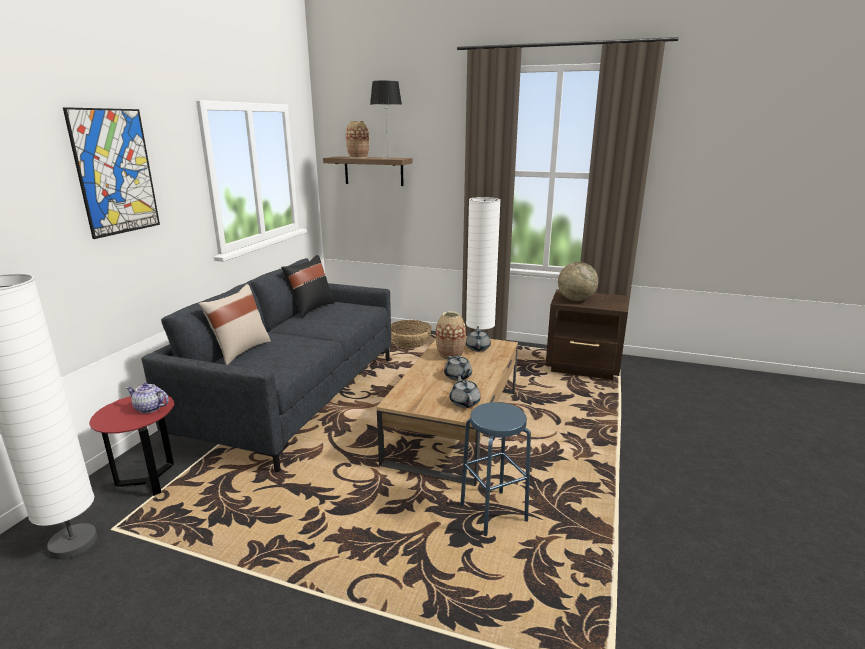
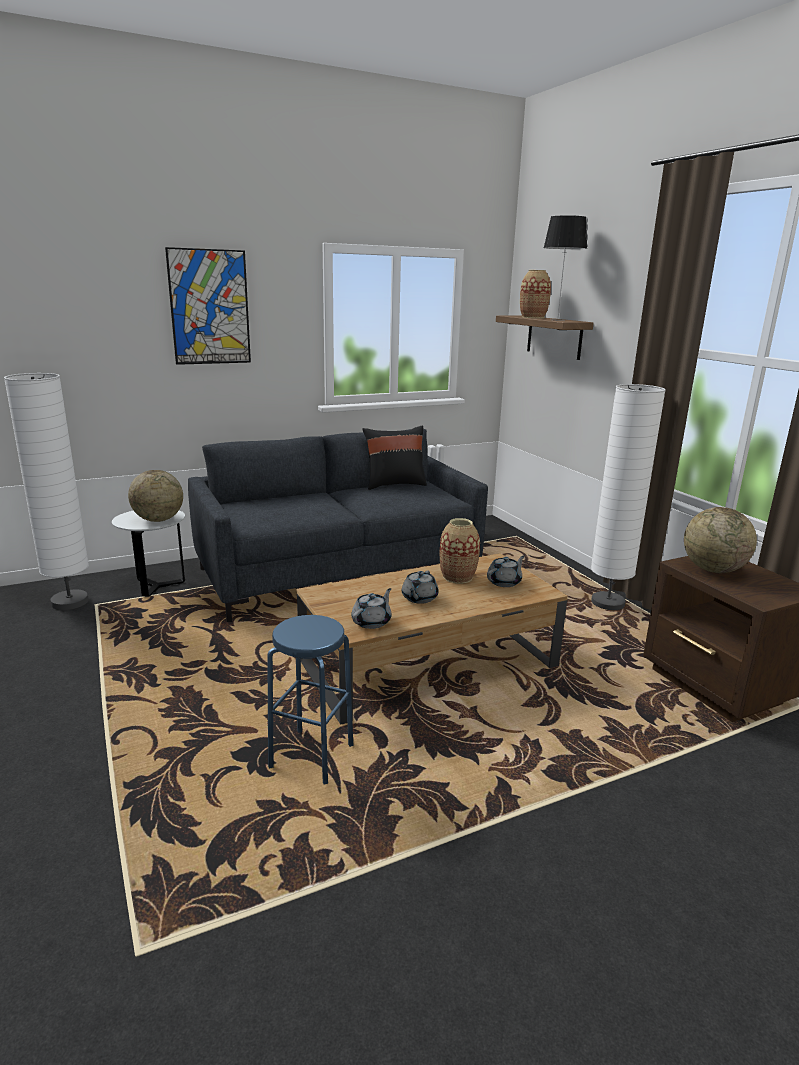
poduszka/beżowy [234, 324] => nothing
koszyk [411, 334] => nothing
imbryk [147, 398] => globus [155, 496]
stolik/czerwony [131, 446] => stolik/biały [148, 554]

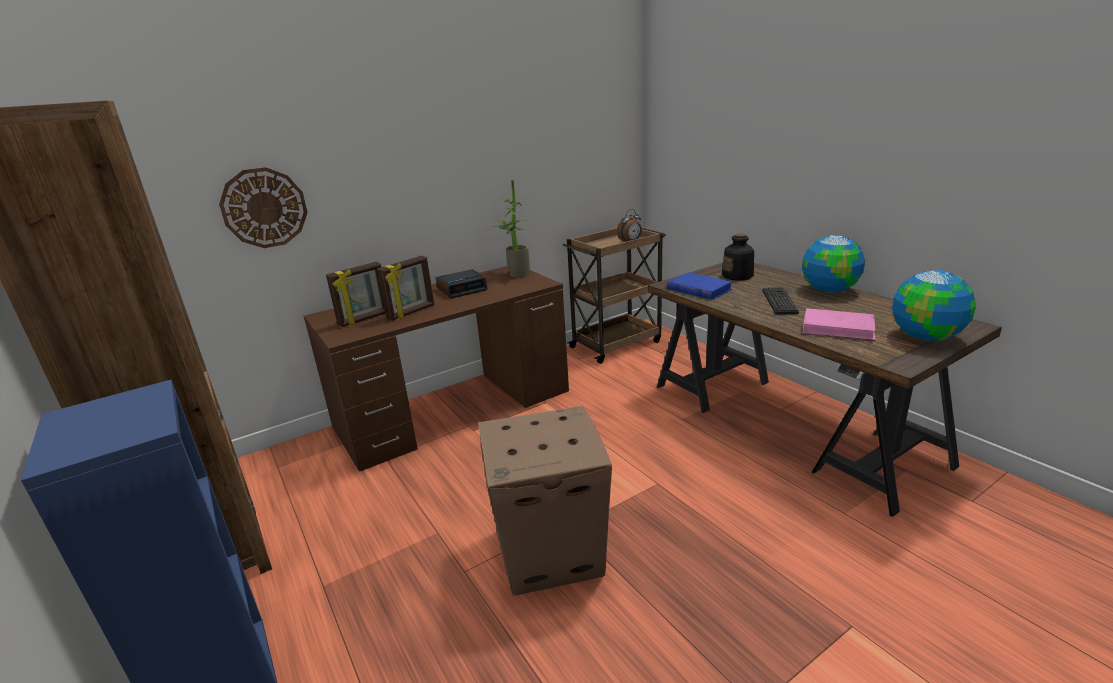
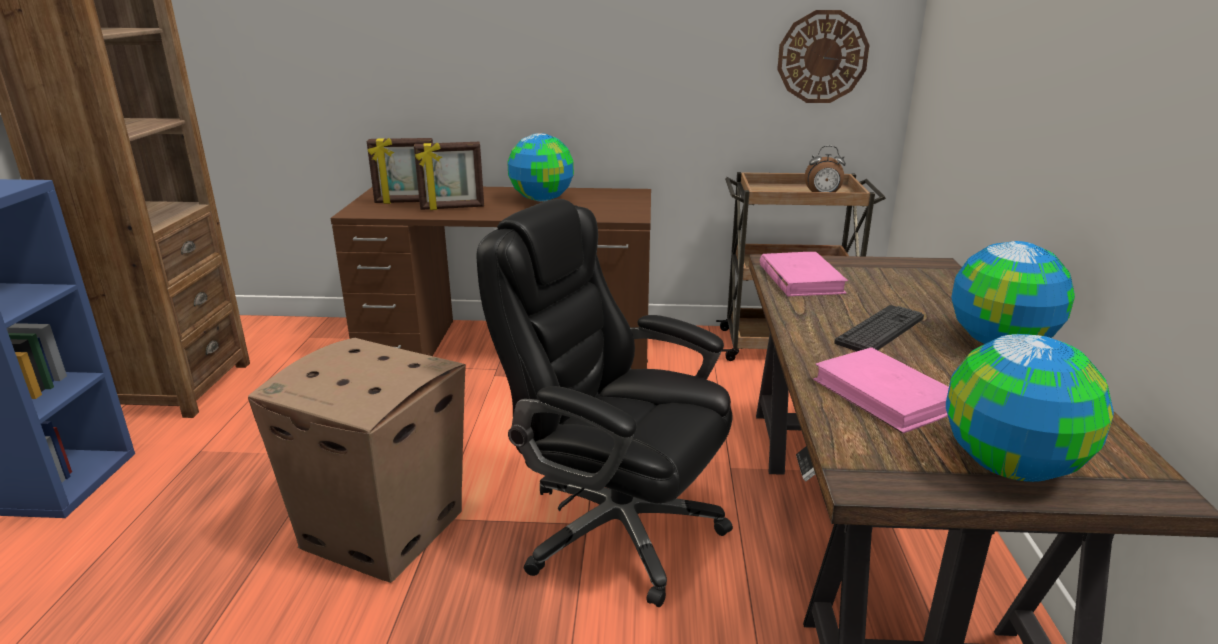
roślina doniczkowa [511, 228] => nothing
butelka [738, 257] => nothing
nothing => krzesło biurowe/czarny [605, 403]
zegar ścienny [263, 207] => zegar ścienny [823, 56], move
budzik [462, 283] => globus [540, 167]
książka/niebieski [699, 286] => książka/różowy [804, 274]

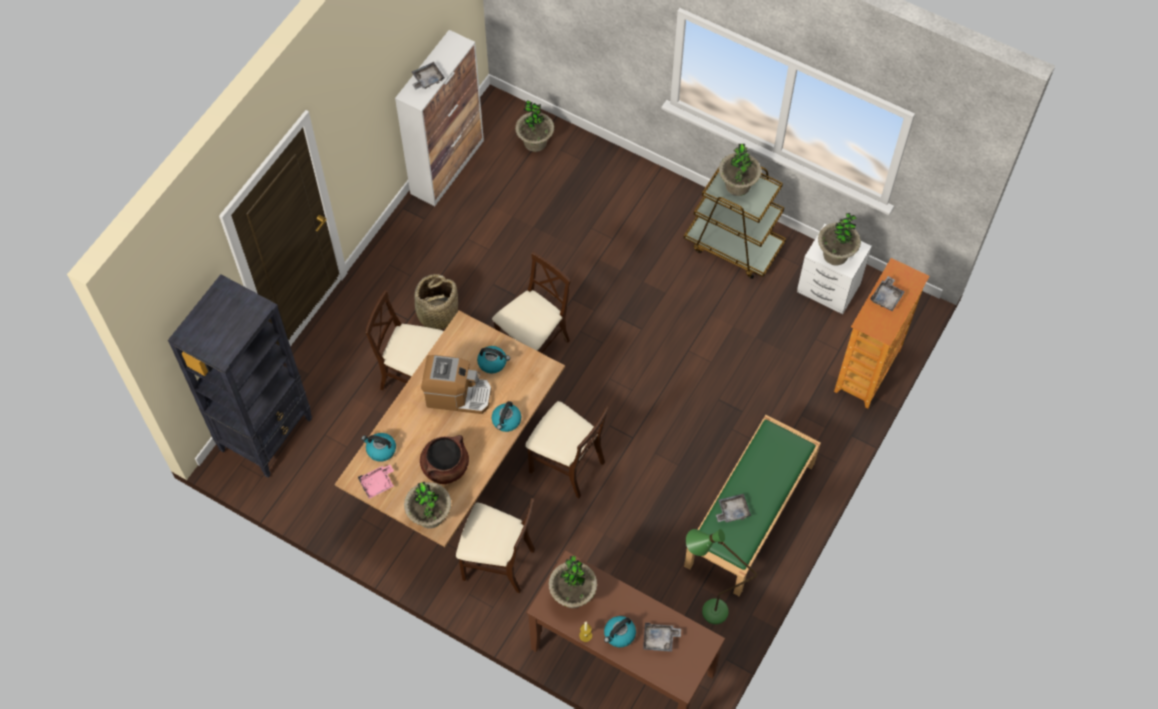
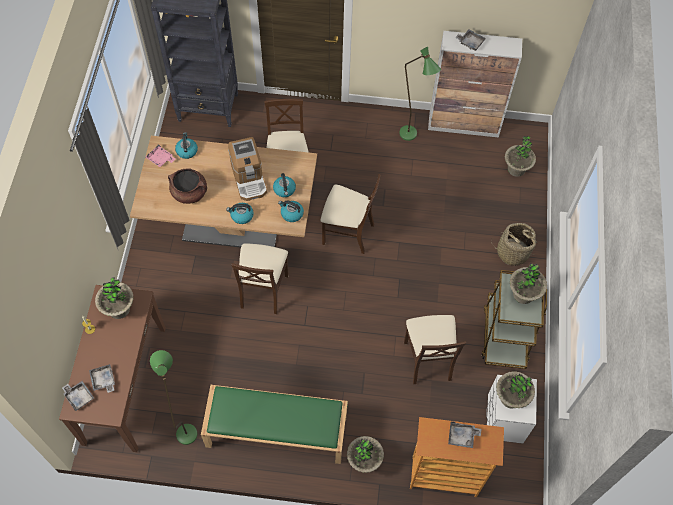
nothing => lampa stojąca/zielony [420, 94]
roślina doniczkowa [428, 505] => roślina doniczkowa [365, 454], move
koszyk [436, 302] => koszyk [514, 244], move
krzesło/beżowy [495, 545] => krzesło/beżowy [435, 349], move
czajnik [620, 631] => czajnik [291, 211], move
taca/szary [733, 508] => taca/szary [78, 396], move

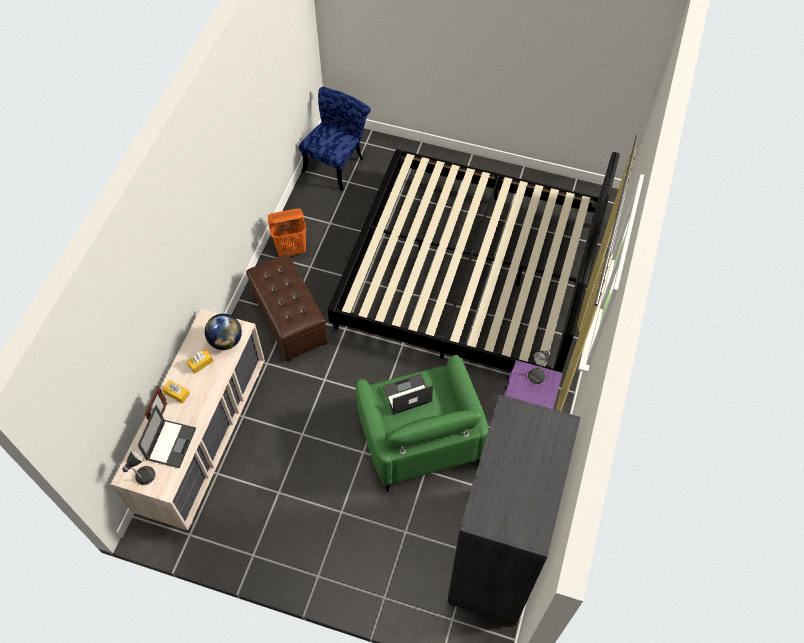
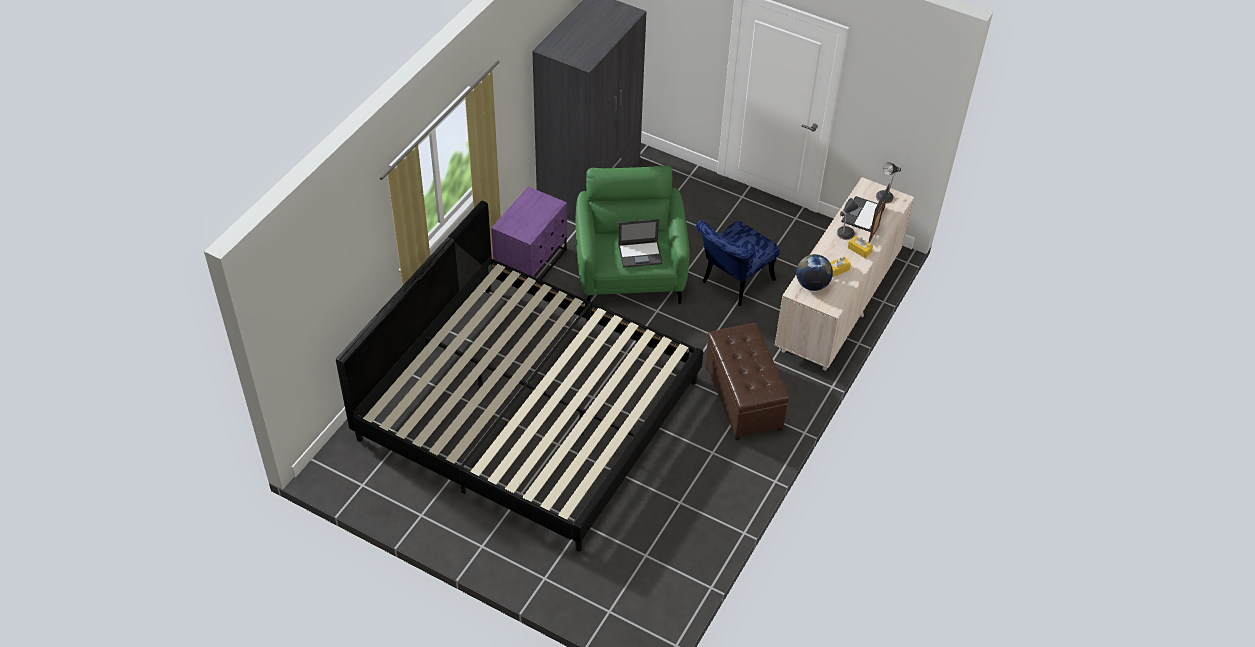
kosz na pranie/pomarańczowy [287, 232] => nothing
krzesło/niebieski [334, 139] => krzesło/niebieski [738, 263], move
lampa stołowa [539, 367] => lampa stołowa [848, 219], move

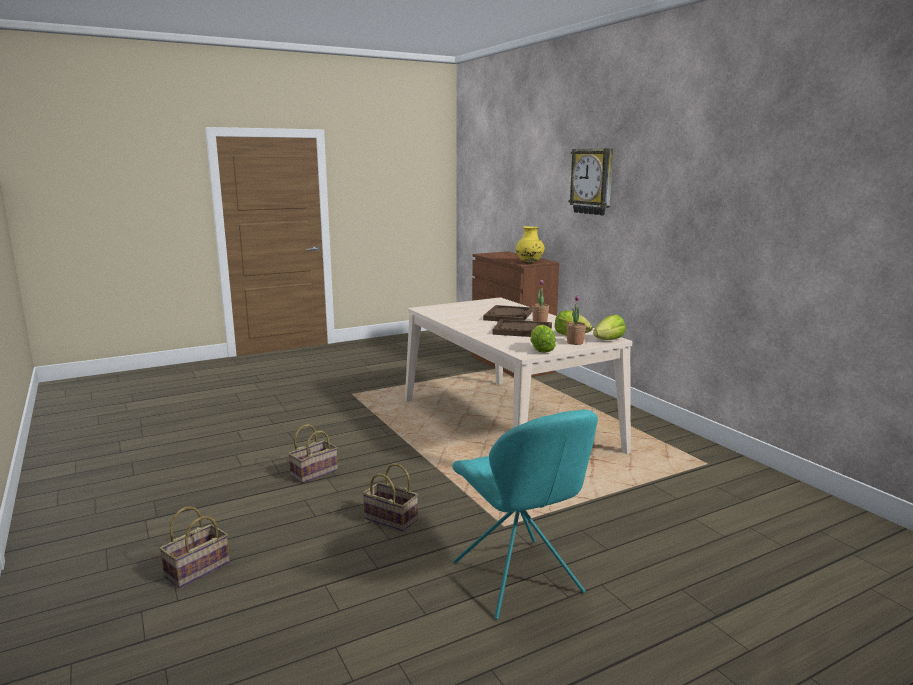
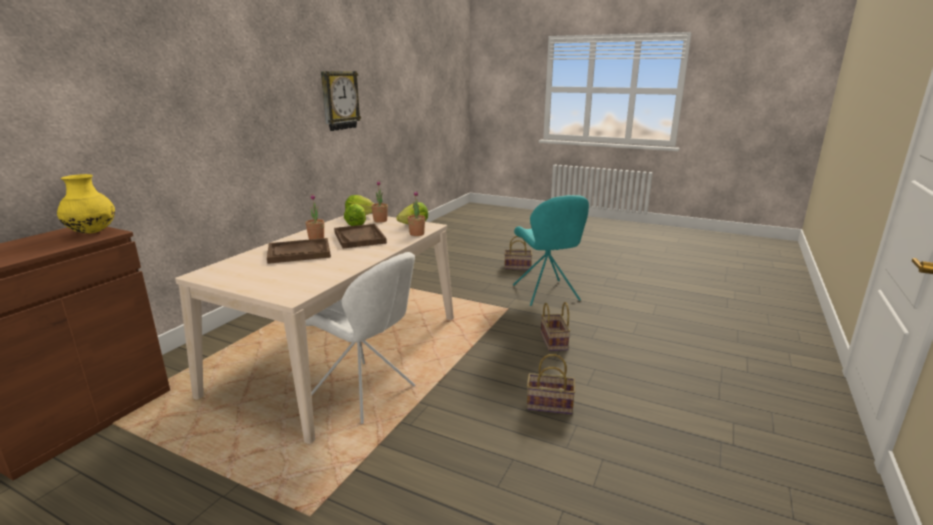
nothing => krzesło/biały [360, 338]
nothing => roślina doniczkowa [416, 213]
koszyk [194, 547] => koszyk [518, 253], move
zegar ścienny [591, 181] => zegar ścienny [341, 101], move
krzesło/turkusowy [525, 514] => krzesło/turkusowy [551, 250], 135 degrees clockwise

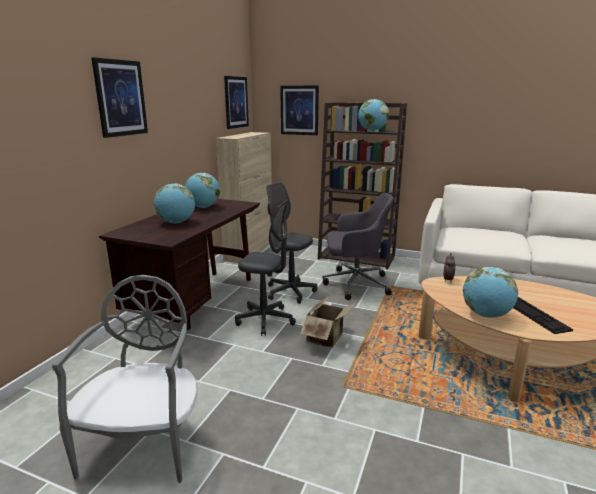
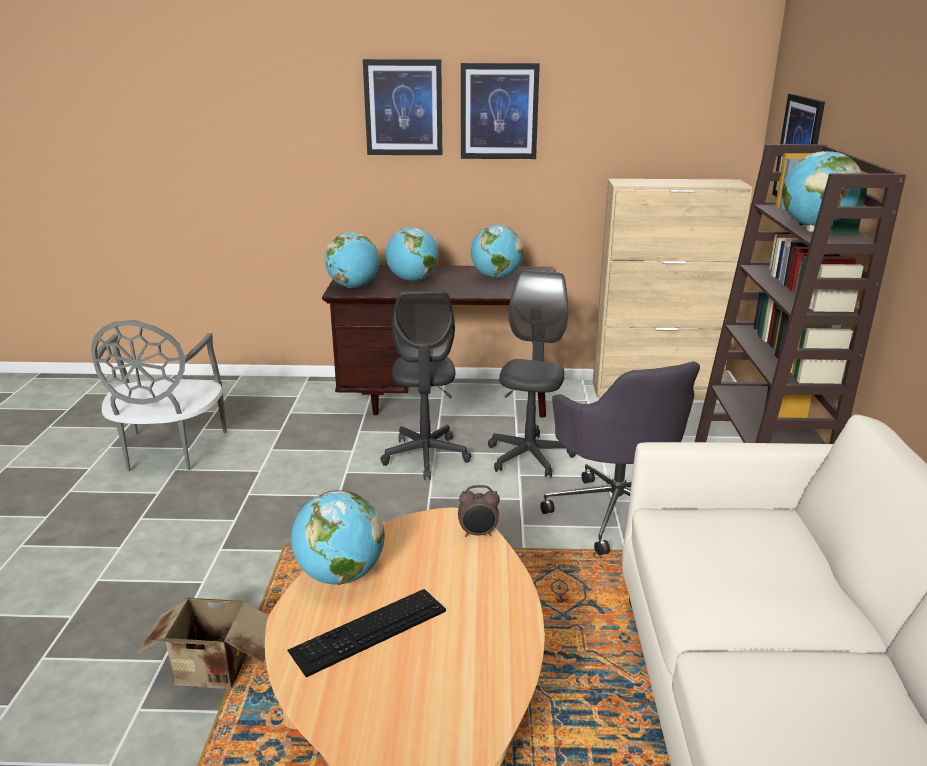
nothing => globus [352, 260]
obraz [236, 102] => obraz [500, 111], move
karton [328, 322] => karton [202, 643], move
krzesło/szary [125, 379] => krzesło/szary [159, 396], 105 degrees clockwise

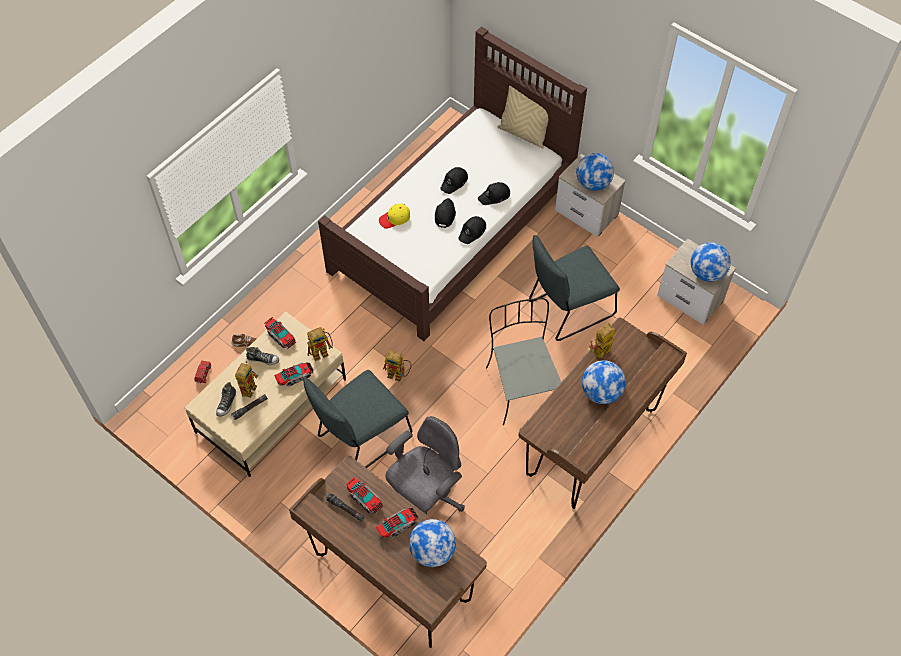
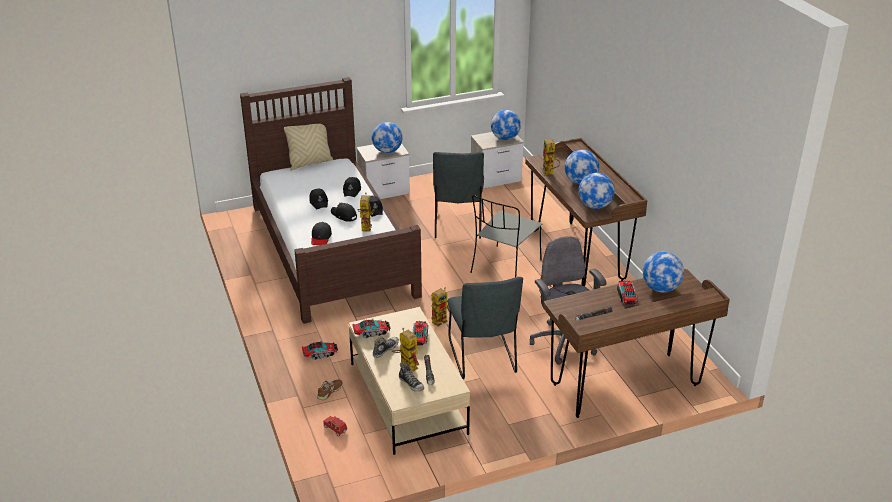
nothing => globus [596, 191]
robot zabawkowy [320, 344] => robot zabawkowy [365, 212], move
ciężarówka zabawkowa [364, 496] => ciężarówka zabawkowa [320, 350], move
czapka z daszkiem/żółty [394, 216] => czapka z daszkiem/czarny [321, 233]
krzesło/szary [523, 361] => krzesło/szary [506, 236], 75 degrees counterclockwise

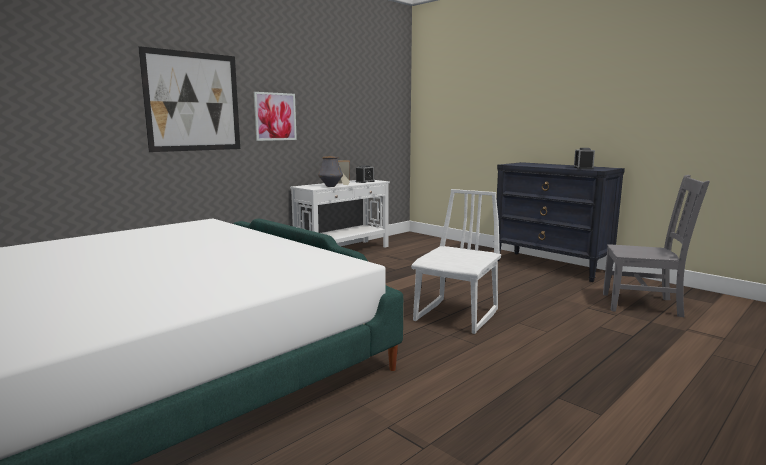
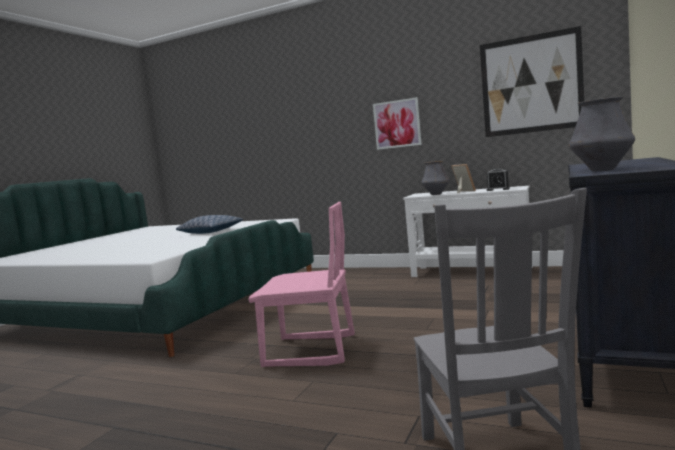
nothing => poduszka [209, 224]
obraz [189, 99] => obraz [532, 81], move
budzik [584, 159] => wazon [602, 134]
krzesło/biały [456, 261] => krzesło/różowy [301, 284]

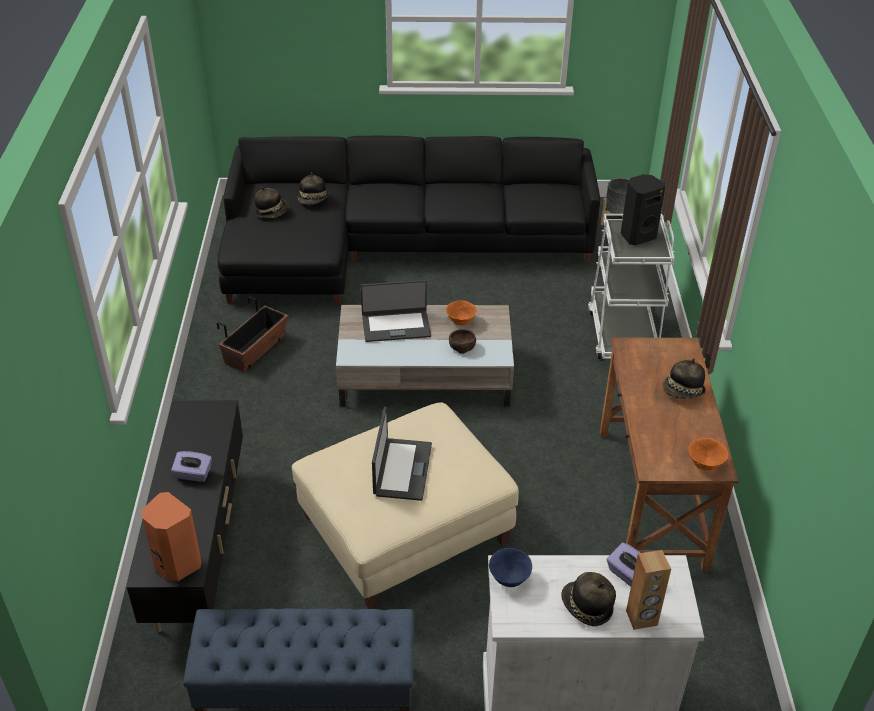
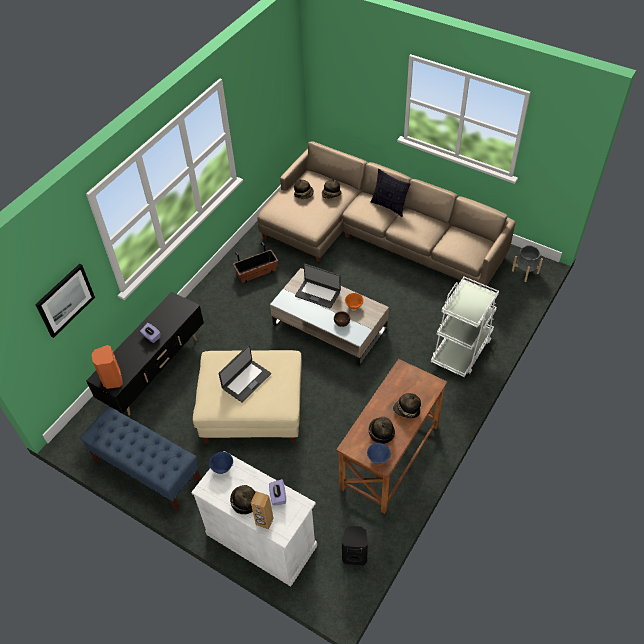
nothing => obraz [65, 301]
nothing => kapelusz [382, 430]
nothing => poduszka [390, 193]
głośnik/czarny [643, 209] => głośnik/czarny [355, 545], move
kanapa/czarny [409, 220] => kanapa/beżowy [386, 214]
miska/pomarańczowy [708, 454] => miska/niebieski [379, 453]

